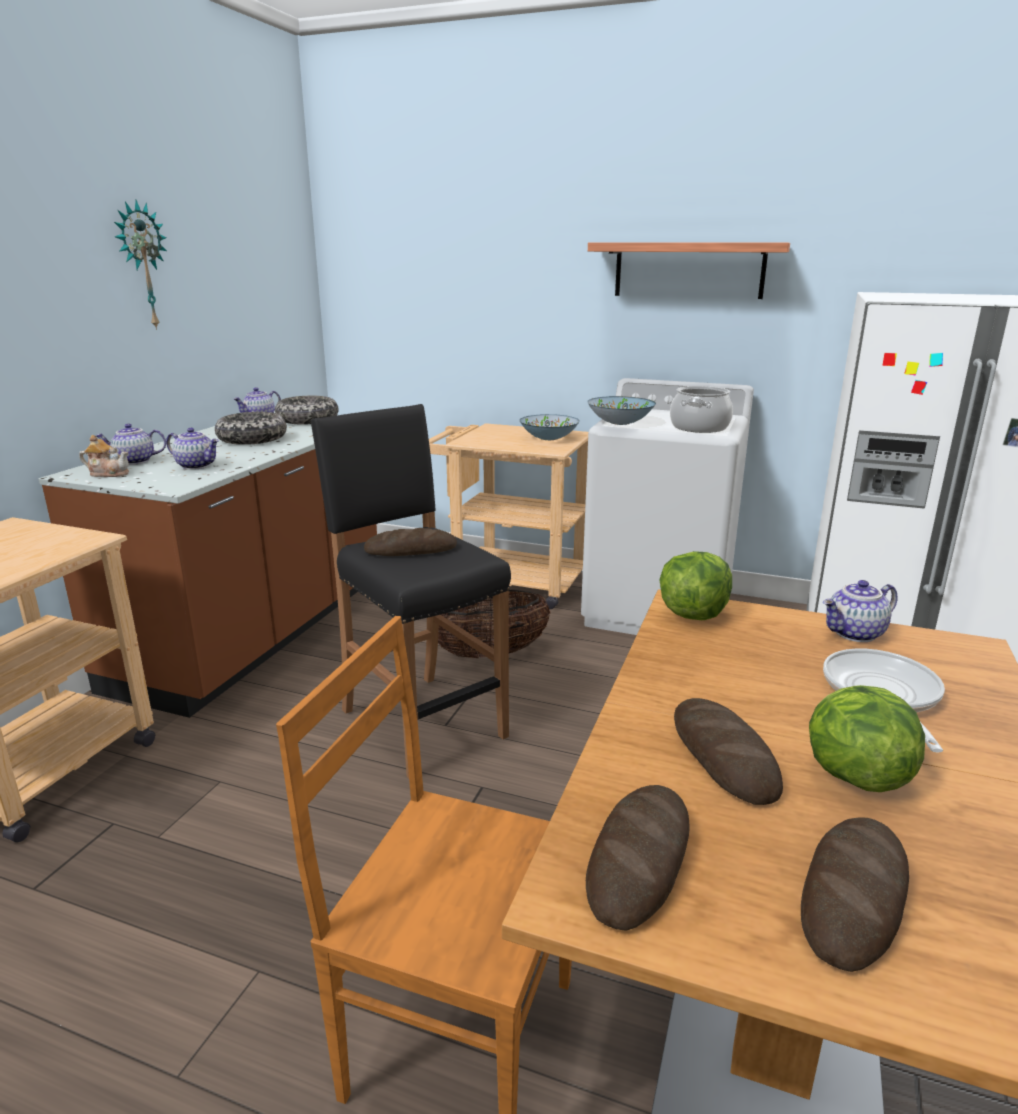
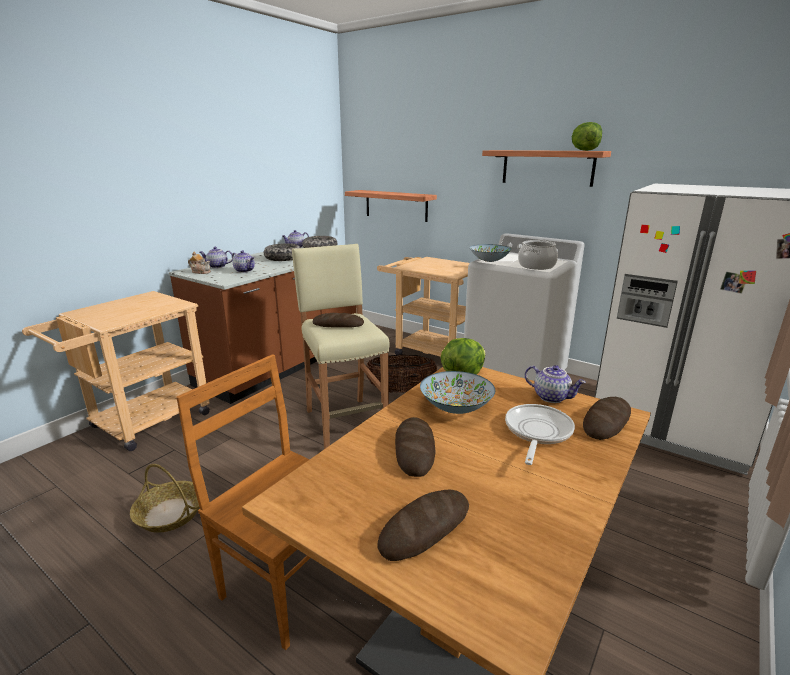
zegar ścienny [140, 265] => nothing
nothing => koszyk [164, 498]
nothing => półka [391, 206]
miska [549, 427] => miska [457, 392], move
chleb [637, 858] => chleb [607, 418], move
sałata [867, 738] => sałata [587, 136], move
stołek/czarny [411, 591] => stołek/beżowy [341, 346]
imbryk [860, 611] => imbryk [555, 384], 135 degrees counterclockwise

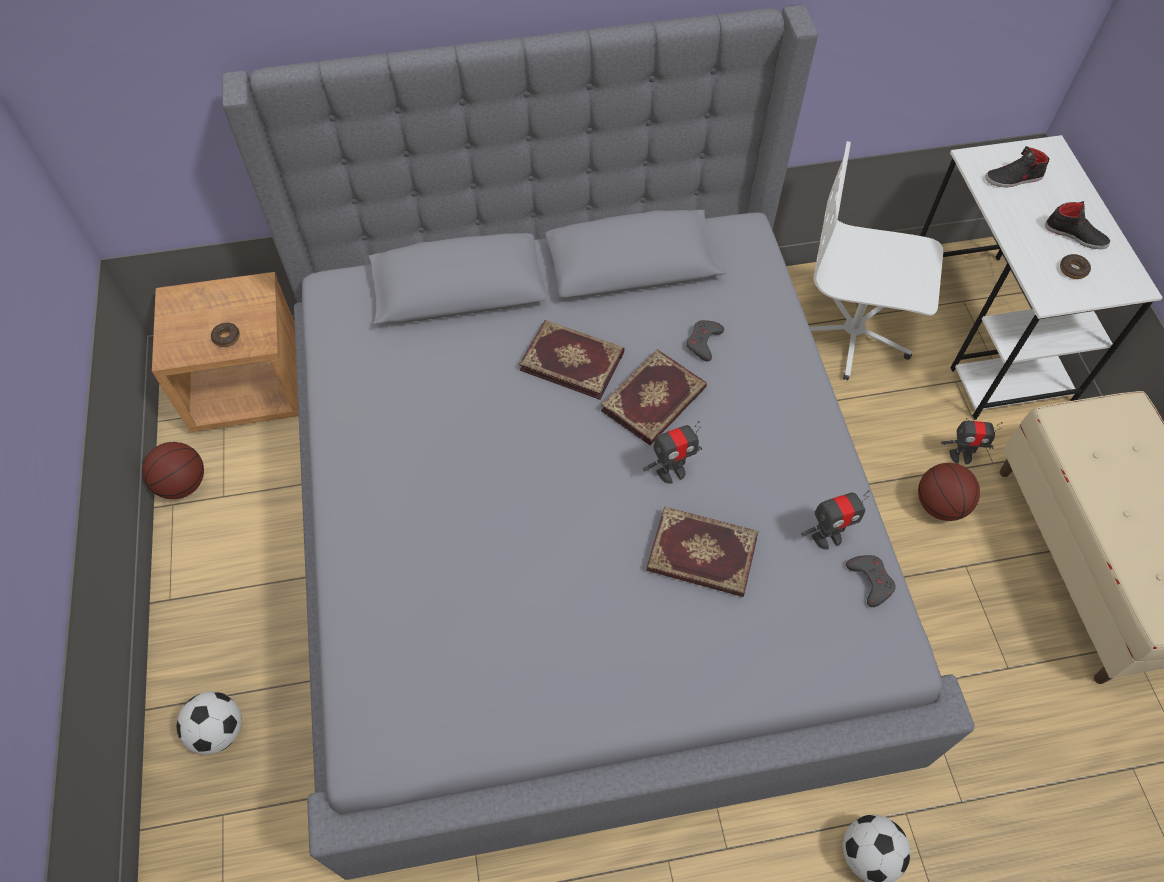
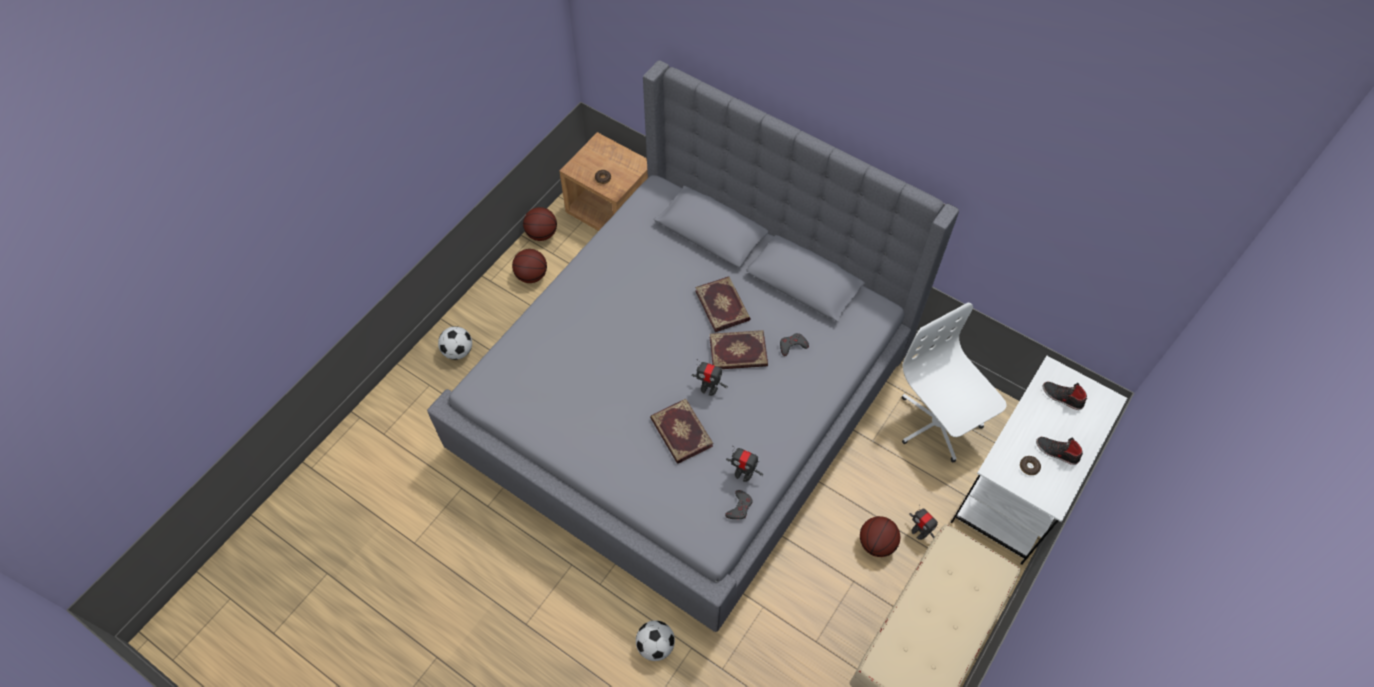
nothing => piłka do koszykówki [529, 266]
but/czarny [1077, 225] => but/czarny [1059, 451], 135 degrees clockwise

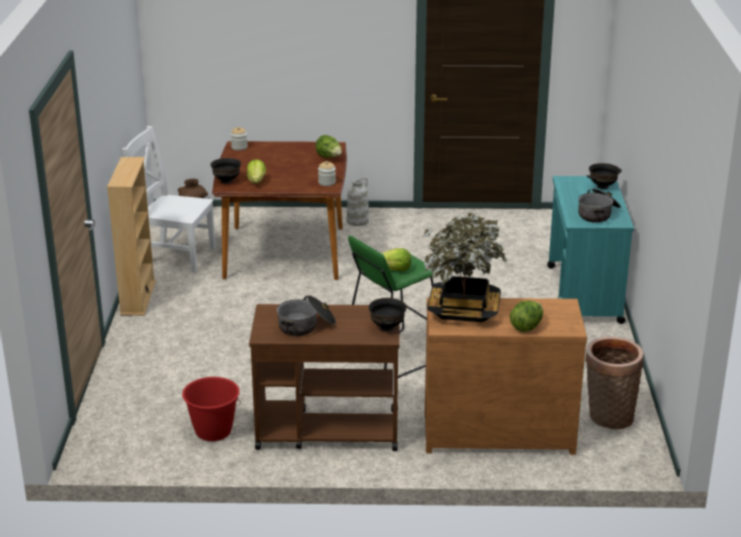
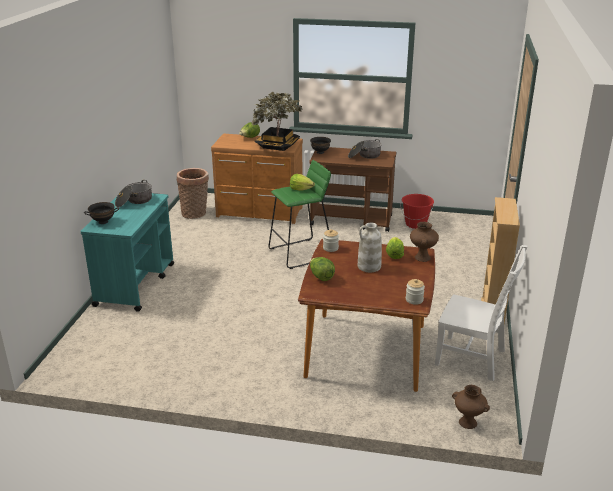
wazon/biały [358, 201] => wazon/biały [370, 247], move
miska/czarny [225, 171] => wazon/brązowy [424, 242]

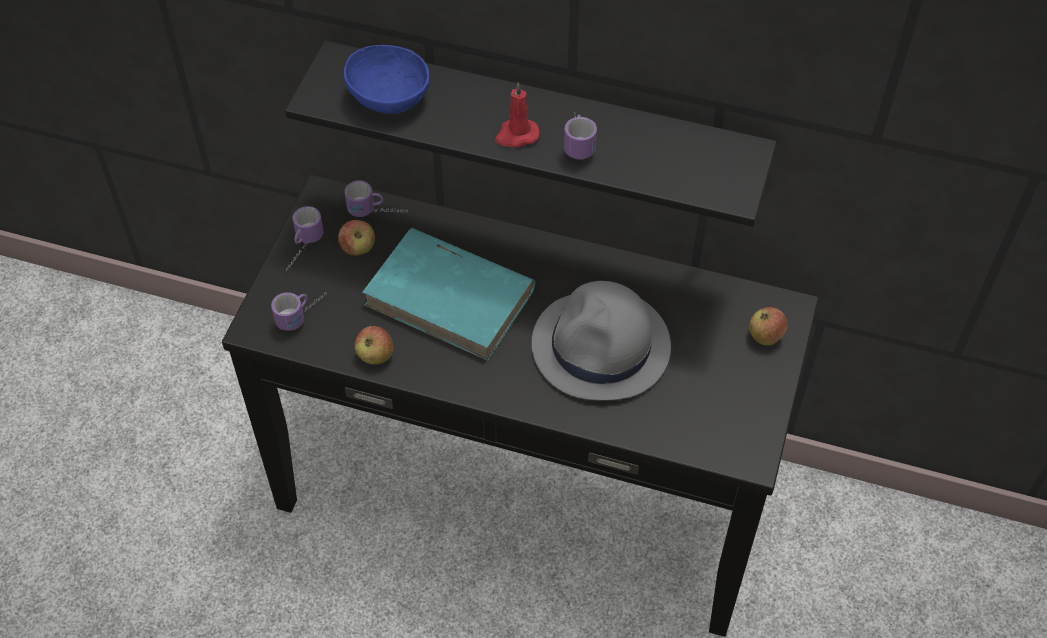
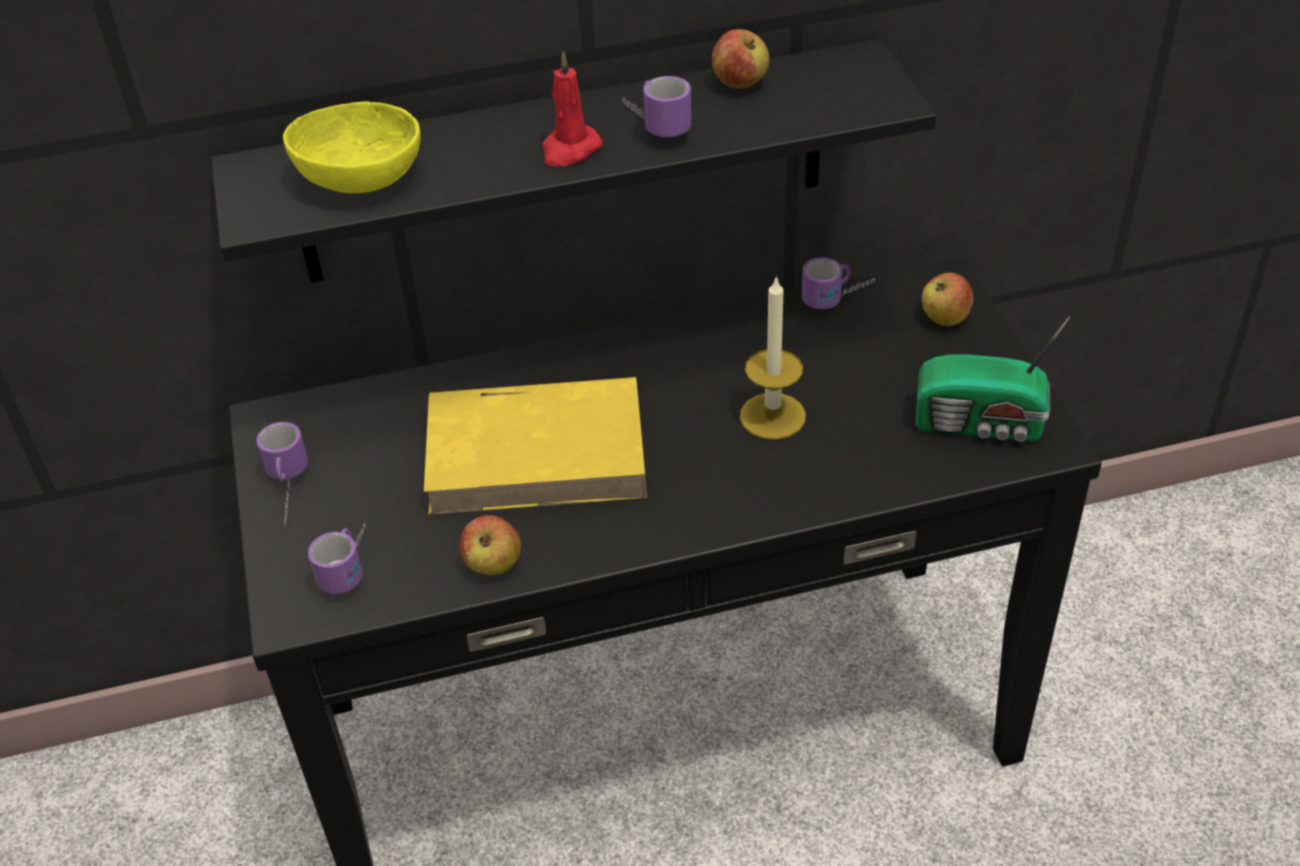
nothing => radio [992, 379]
jabłko [356, 238] => jabłko [740, 59], move
kubek [376, 198] => kubek [838, 283], move
kapelusz/szary [601, 341] => świeca [773, 357]
miska/niebieski [387, 79] => miska/żółty [352, 147]
książka/turkusowy [448, 294] => książka/żółty [535, 446]

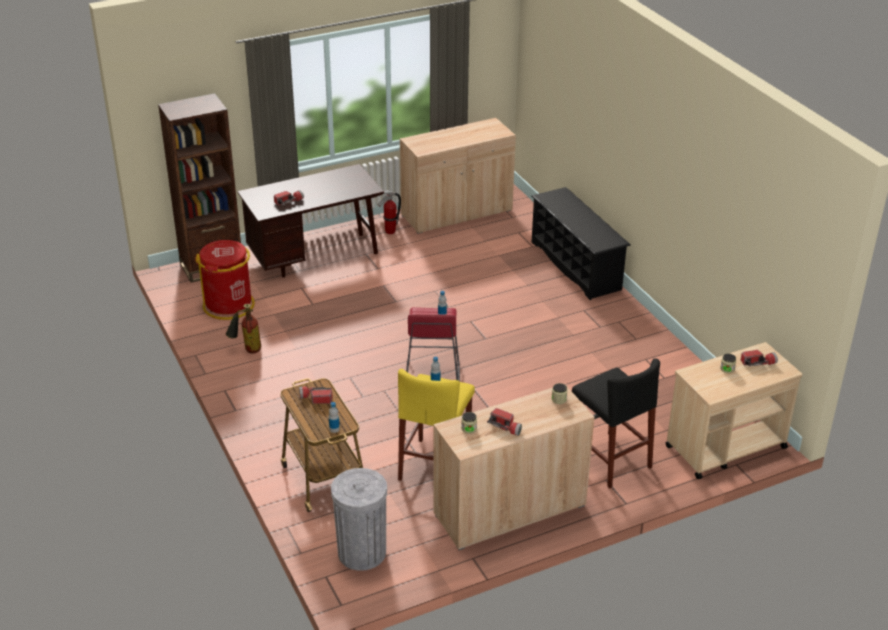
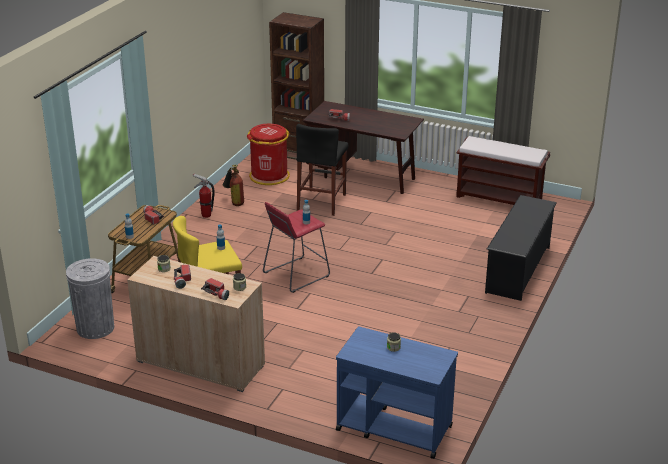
gaśnica [389, 212] => gaśnica [204, 195], move
stołek/czarny [616, 423] => stołek/czarny [322, 170], move
latarka [759, 358] => latarka [215, 289], move
szafka/beżowy [458, 176] => ławka/brązowy [503, 170]
wózek/beżowy [733, 410] => wózek/niebieski [397, 393]

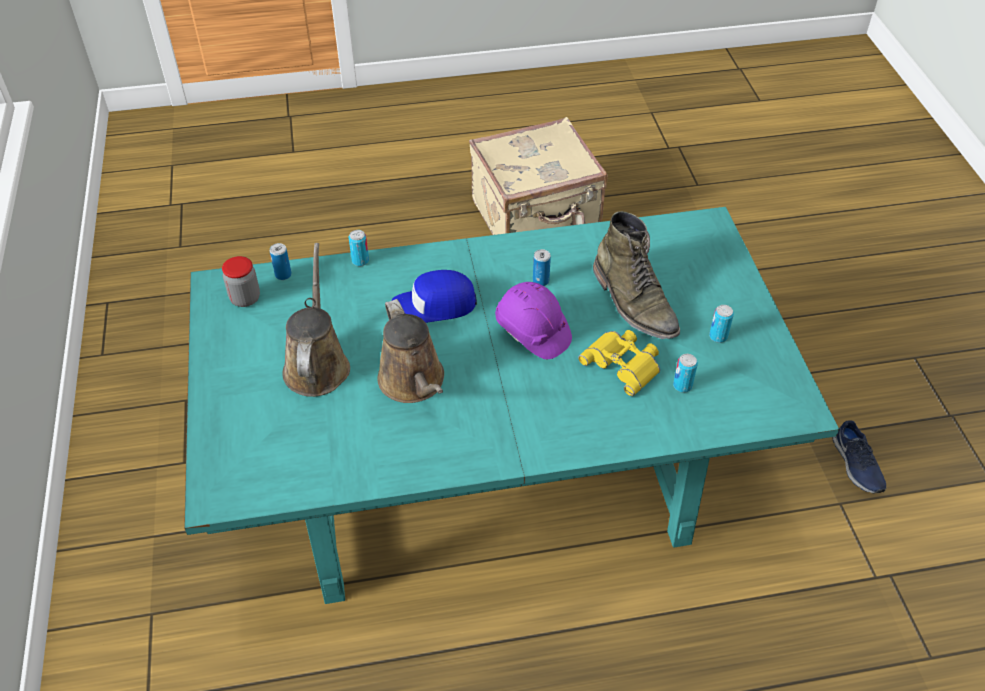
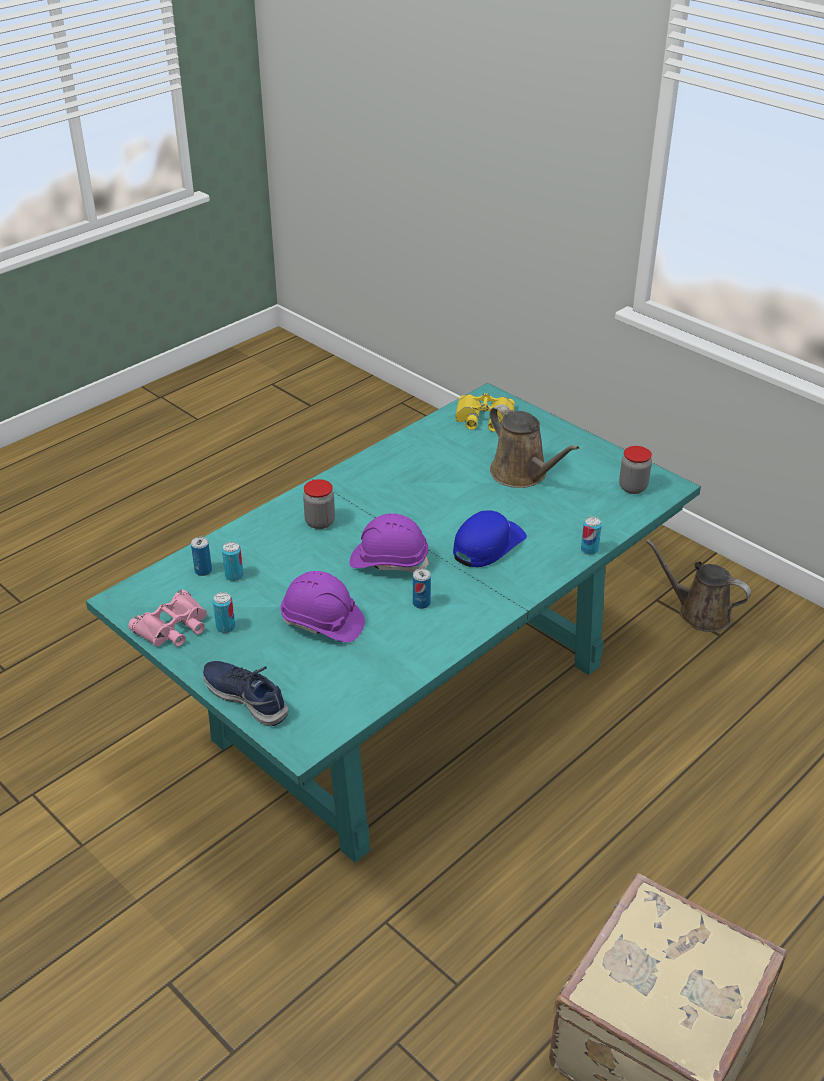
nothing => lornetka/różowy [167, 618]
nothing => słoik [319, 504]
puszka [281, 261] => puszka [201, 556], move
konewka/brązowy [410, 351] => konewka/brązowy [698, 585], move
lornetka/żółty [619, 363] => lornetka/żółty [485, 412], move
but/niebieski [859, 457] => but/niebieski [245, 693], move
but z cholewką/zielony [636, 275] => kask/fioletowy [322, 606]

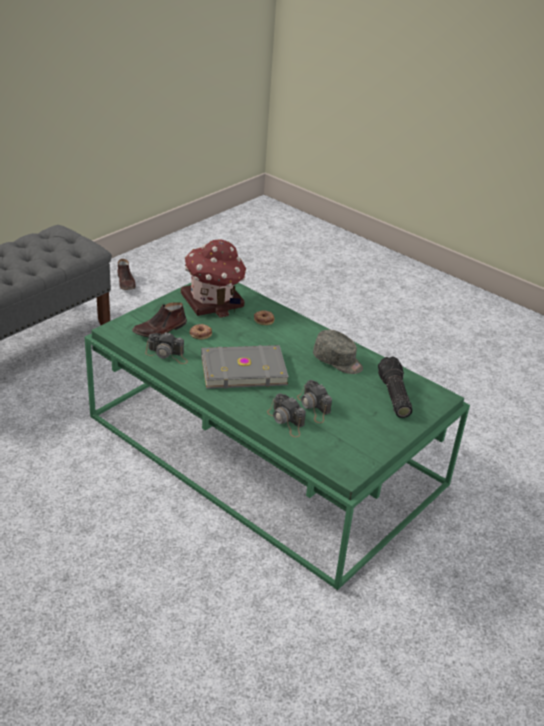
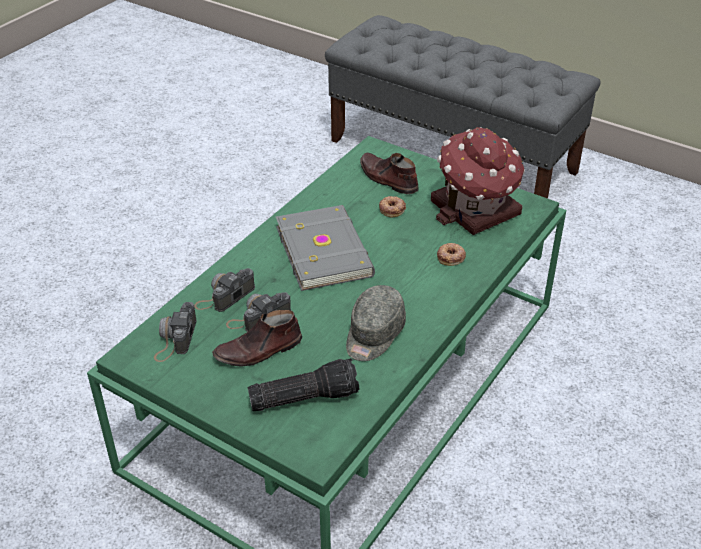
but/brązowy [127, 274] => but/brązowy [257, 338], move
aparat fotograficzny [166, 348] => aparat fotograficzny [175, 332], move

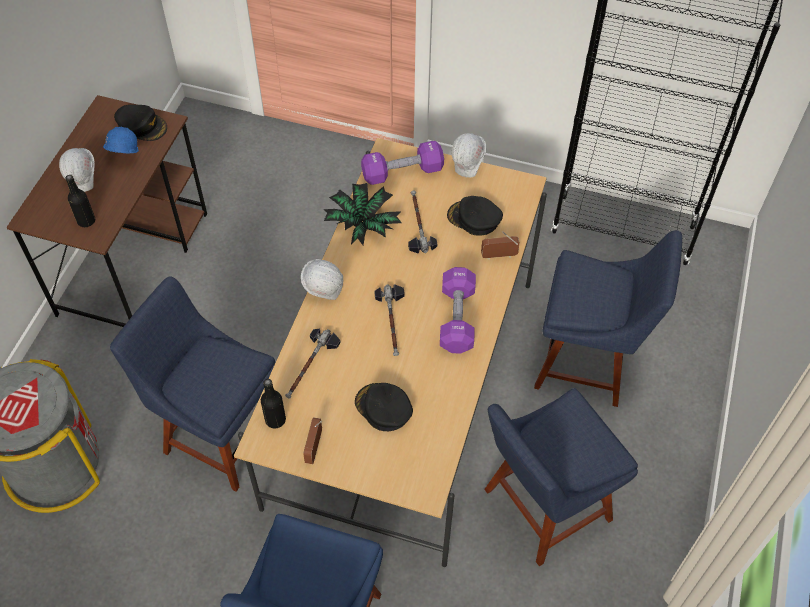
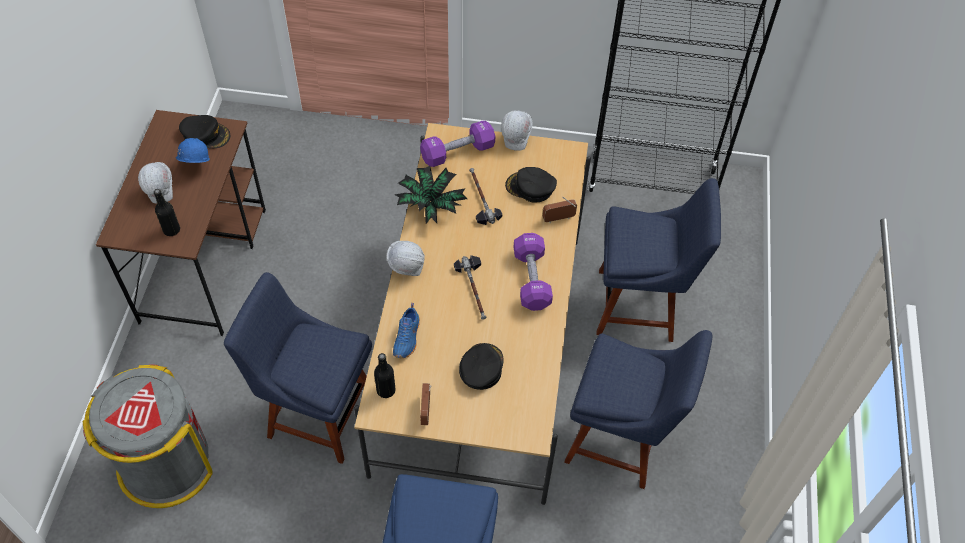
młotek [313, 364] => but/niebieski [406, 330]
czapka z daszkiem/czarny [384, 407] => czapka z daszkiem/czarny [481, 366], 75 degrees clockwise
krzesło/niebieski [561, 477] => krzesło/niebieski [638, 409], 120 degrees counterclockwise

